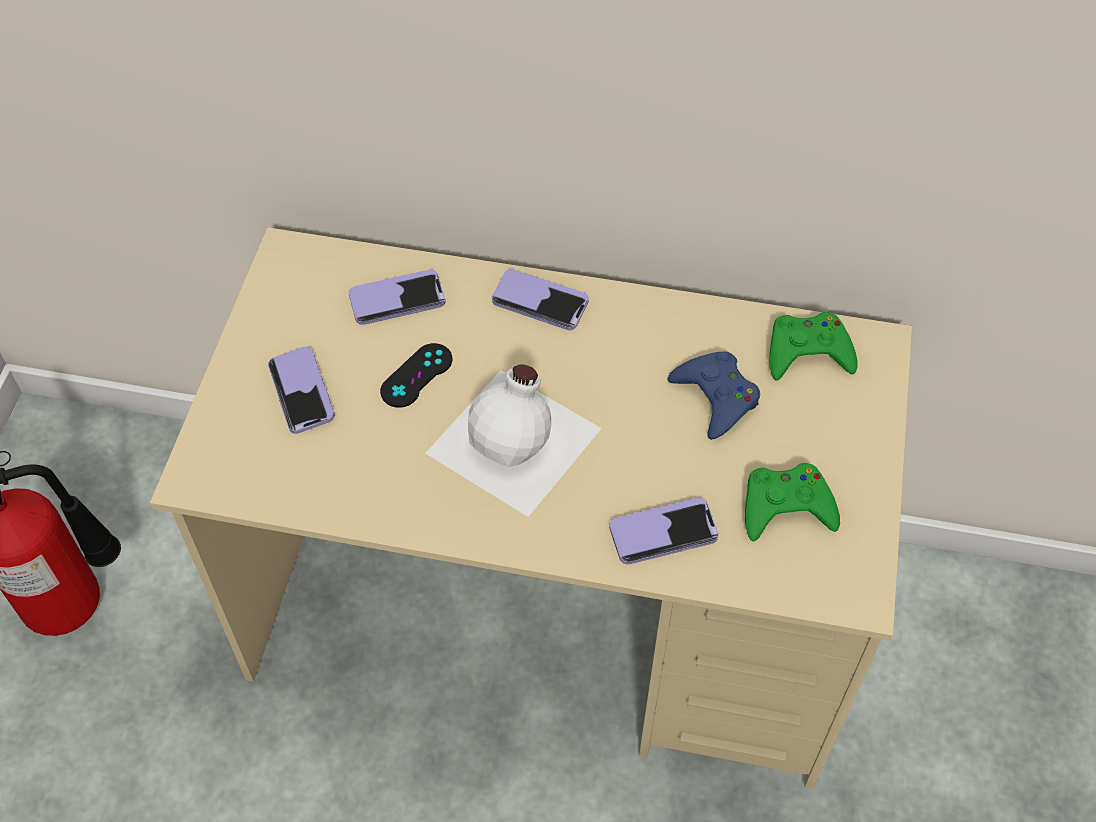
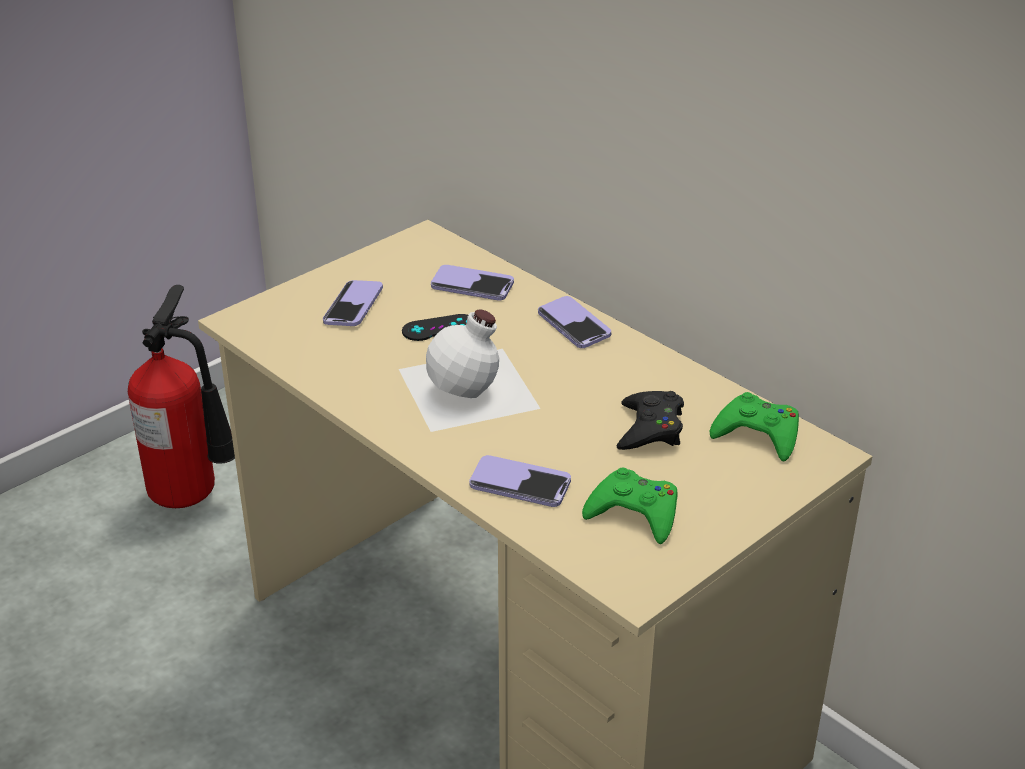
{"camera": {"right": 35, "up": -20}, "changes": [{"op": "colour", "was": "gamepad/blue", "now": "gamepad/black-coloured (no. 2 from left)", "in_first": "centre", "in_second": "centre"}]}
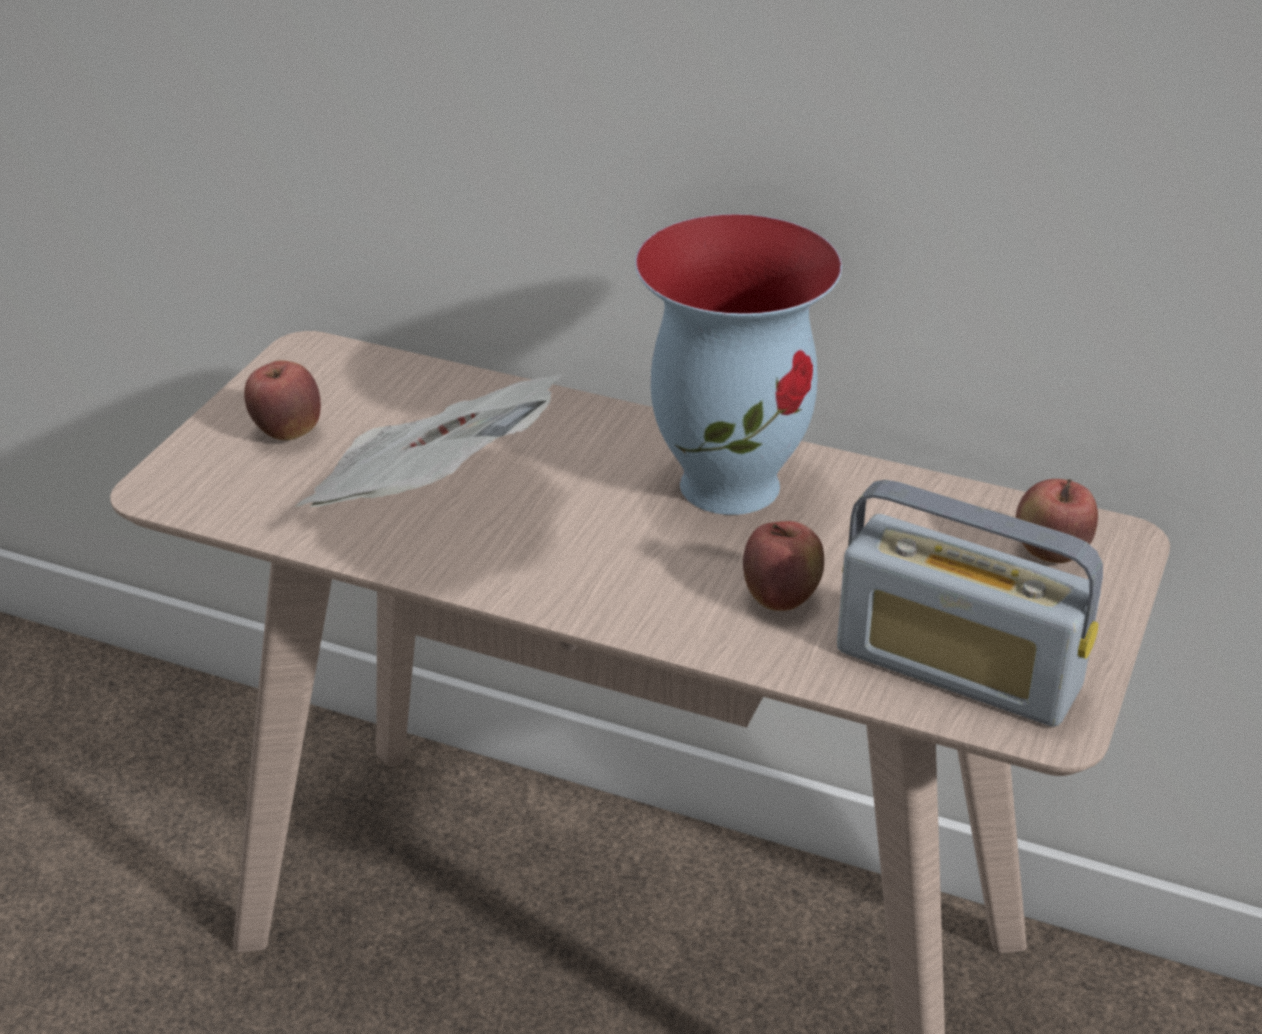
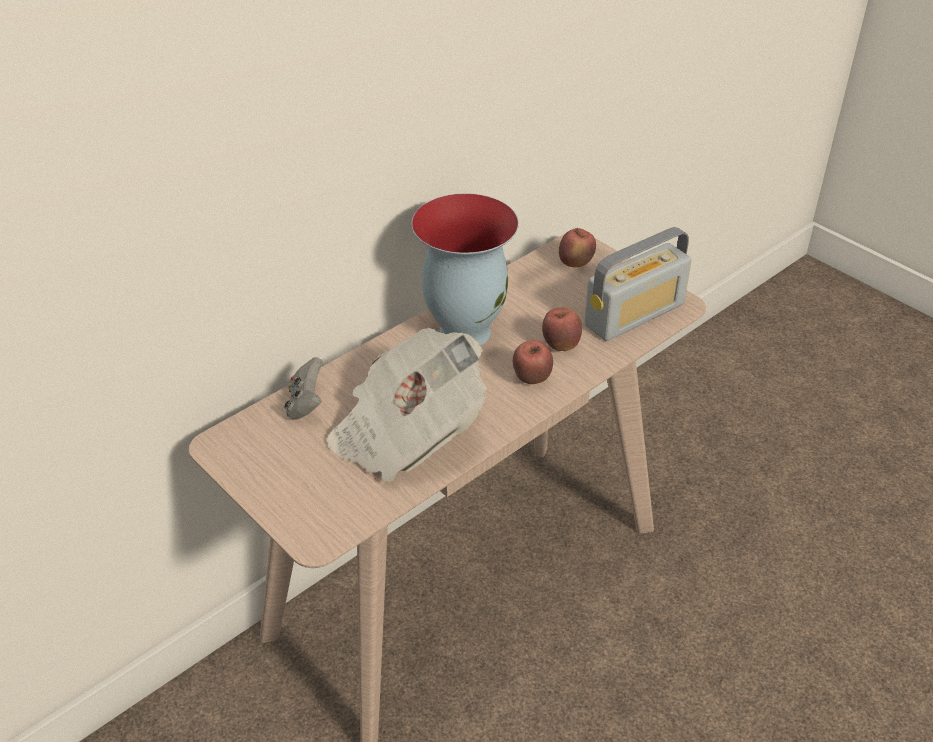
{"camera": {"right": -65, "up": 5}, "changes": [{"op": "appeared", "now": "gamepad/gray", "in_second": "middle left"}, {"op": "relocated", "was": "apple fruit (no. 1 from left)", "in_first": "middle left", "in_second": "centre"}]}
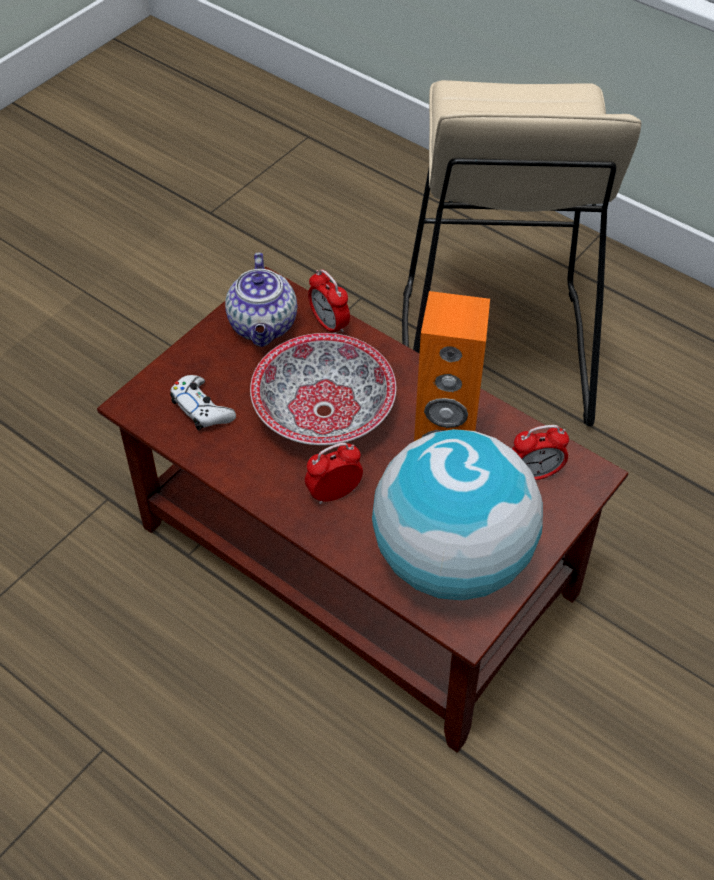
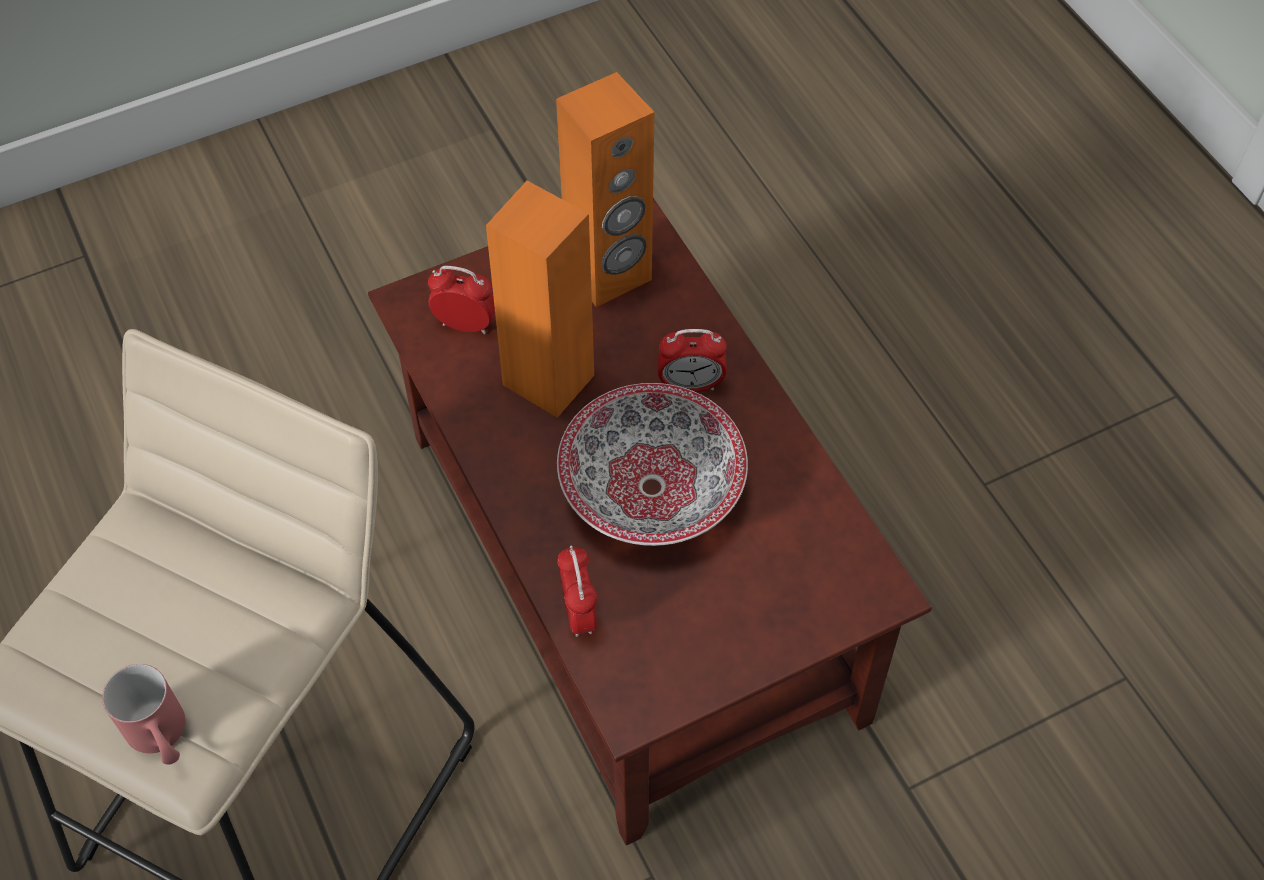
{"camera": {"right": -155, "up": 5}, "changes": [{"op": "appeared", "now": "mug/red", "in_second": "bottom left"}, {"op": "exchanged", "was": "globe", "now": "speaker/orange (no. 2 from left)", "in_first": "centre", "in_second": "top centre"}, {"op": "missing", "was": "gamepad/white-coloured", "in_first": "middle left"}, {"op": "missing", "was": "teapot", "in_first": "centre"}]}
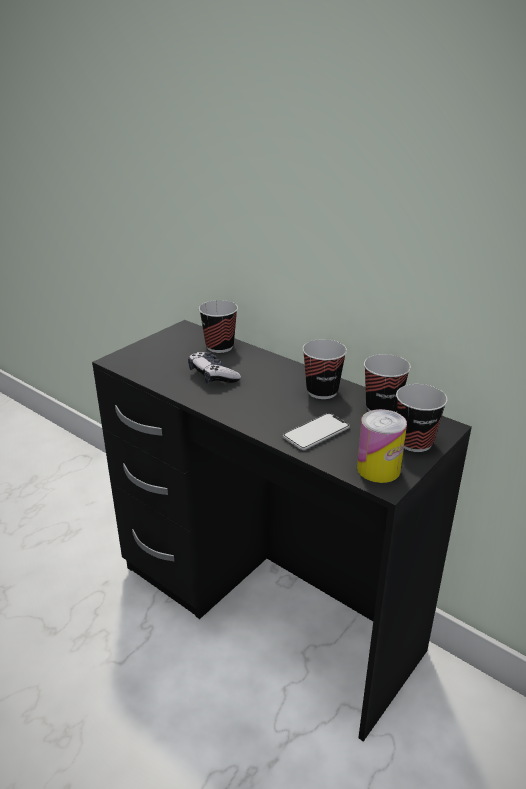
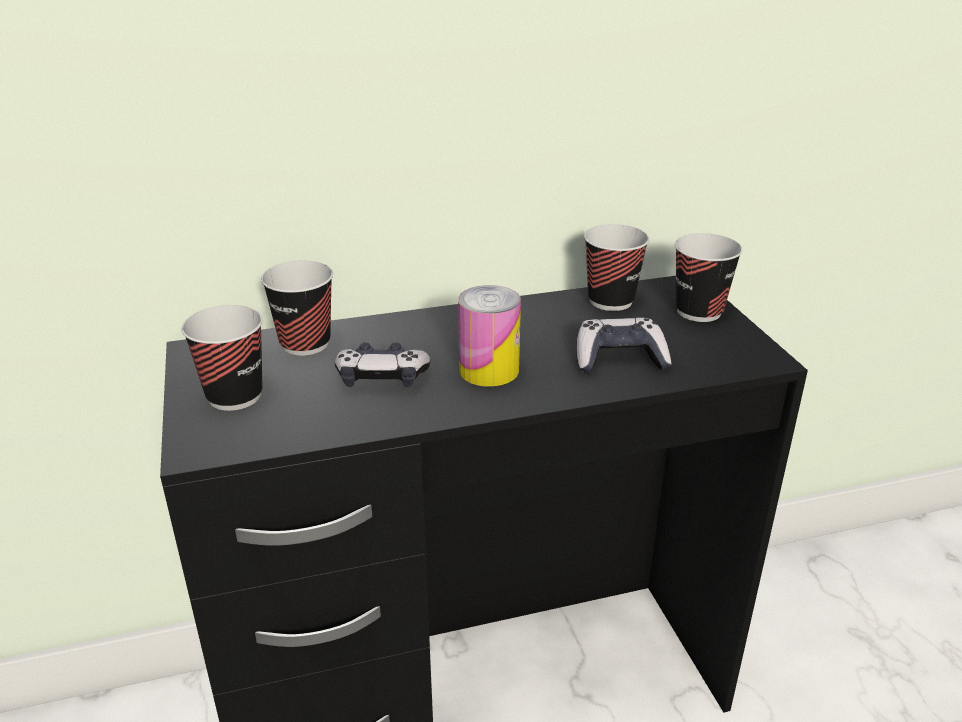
{"camera": {"right": -55, "up": 0}, "changes": [{"op": "relocated", "was": "small cup (no. 2 from left in the first image)", "now": "small cup (no. 1 from left)", "in_first": "centre", "in_second": "middle left"}, {"op": "relocated", "was": "metal can", "in_first": "middle right", "in_second": "centre"}, {"op": "exchanged", "was": "phone", "now": "gamepad (no. 2 from left)", "in_first": "centre", "in_second": "centre"}]}
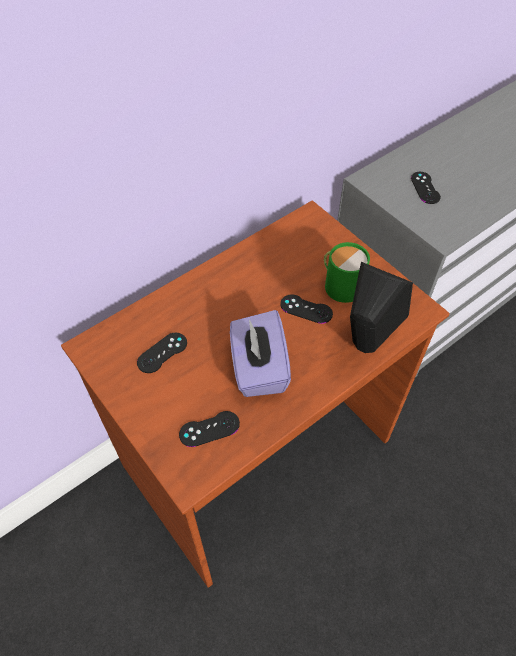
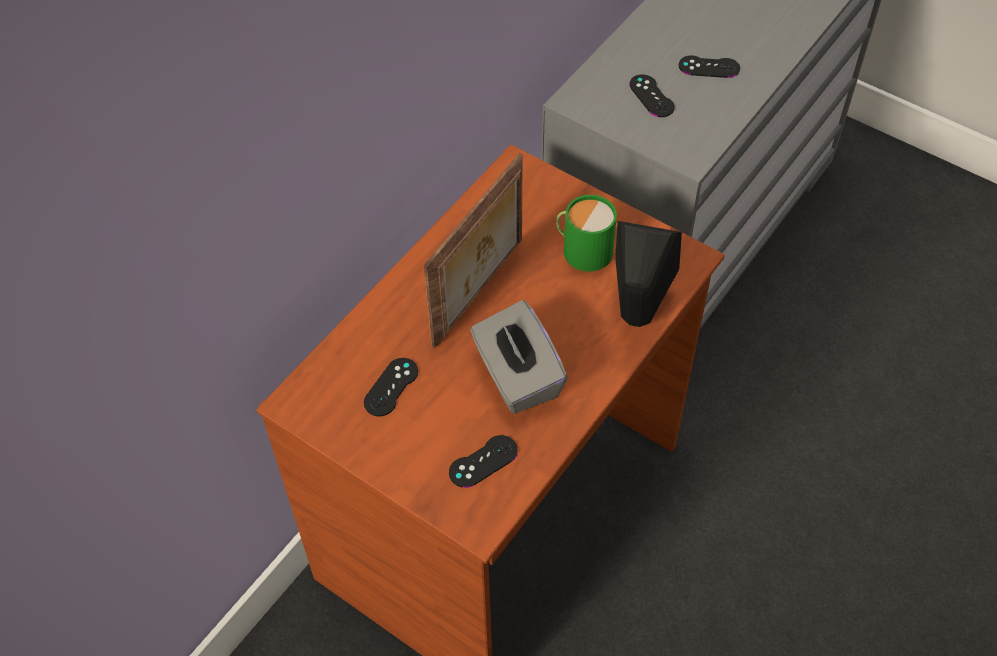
{"camera": {"right": -15, "up": 0}, "changes": [{"op": "appeared", "now": "standing frame", "in_second": "centre"}, {"op": "colour", "was": "box of tissues/purple", "now": "box of tissues/gray", "in_first": "centre", "in_second": "centre"}, {"op": "relocated", "was": "gamepad/black-coloured (no. 3 from left in the first image)", "now": "gamepad/black-coloured (no. 4 from left)", "in_first": "centre", "in_second": "top right"}]}
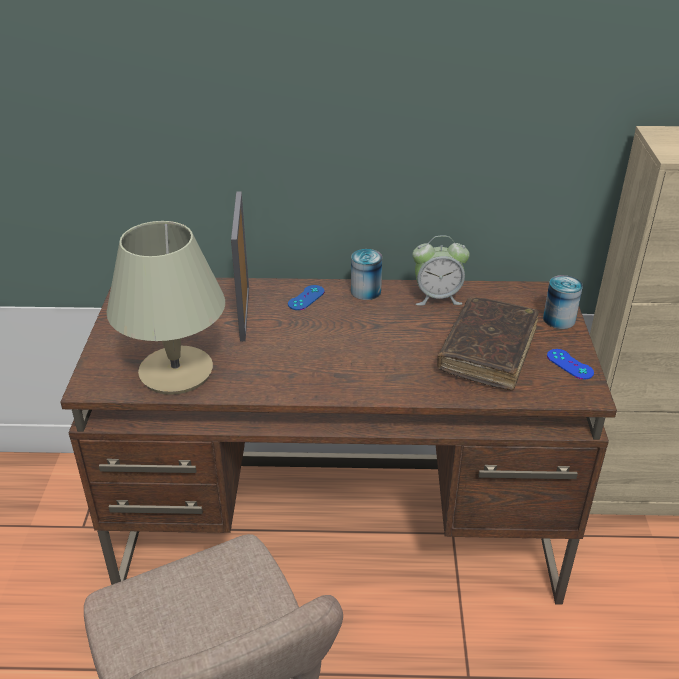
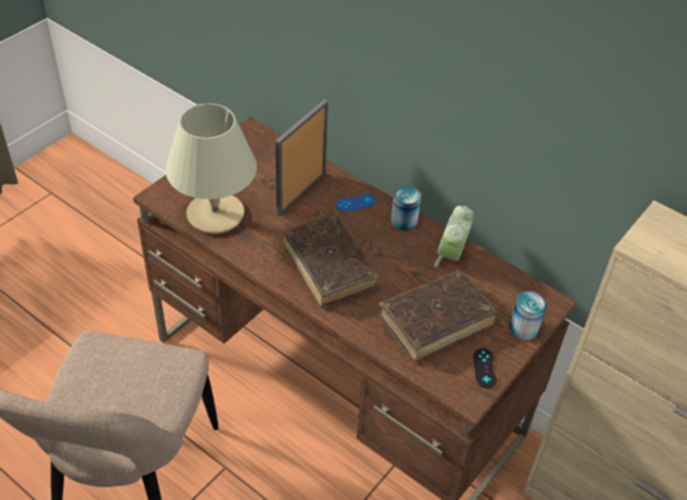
{"camera": {"right": 35, "up": 10}, "changes": [{"op": "appeared", "now": "volume/brown (no. 1 from left)", "in_second": "centre"}, {"op": "spun", "was": "bedside clock", "in_first": "centre", "in_second": "centre", "clockwise": 75}, {"op": "colour", "was": "gamepad/blue (no. 2 from left)", "now": "gamepad/black-coloured", "in_first": "middle right", "in_second": "bottom right"}]}
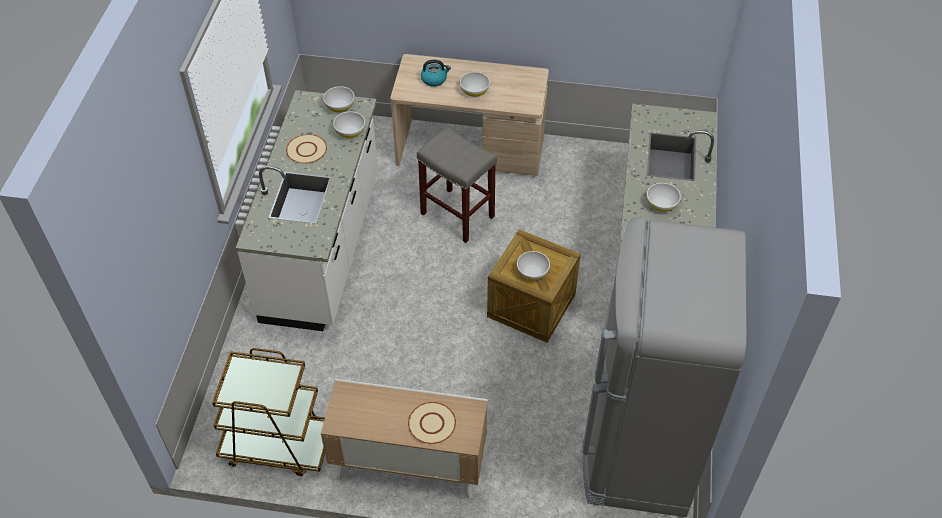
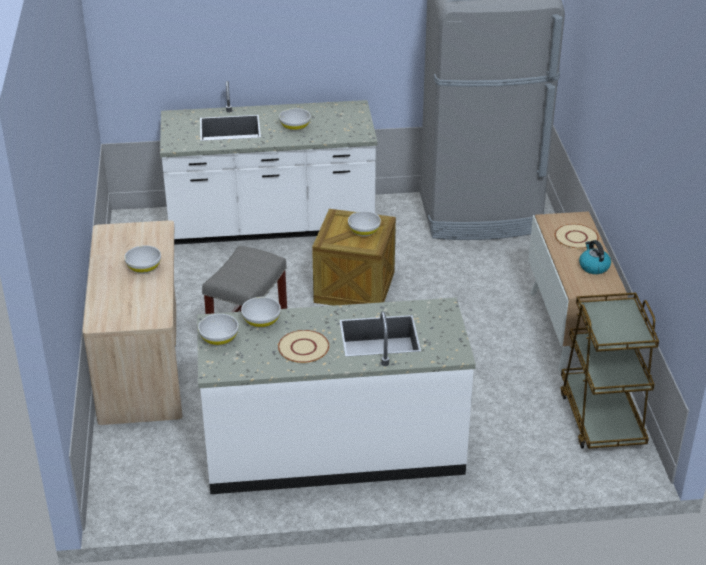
{"camera": {"right": -105, "up": -15}, "changes": [{"op": "relocated", "was": "kettle", "in_first": "top centre", "in_second": "middle right"}]}
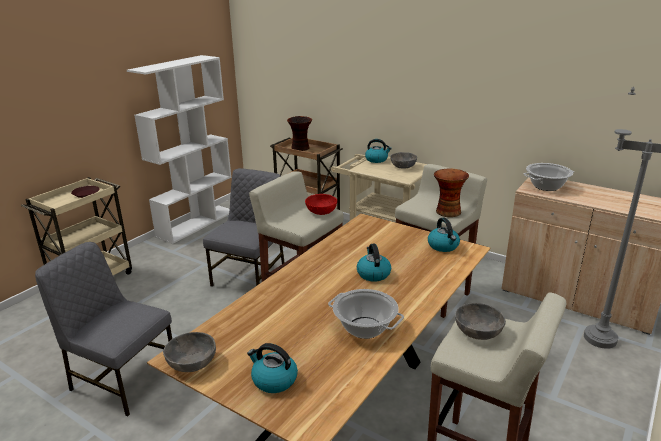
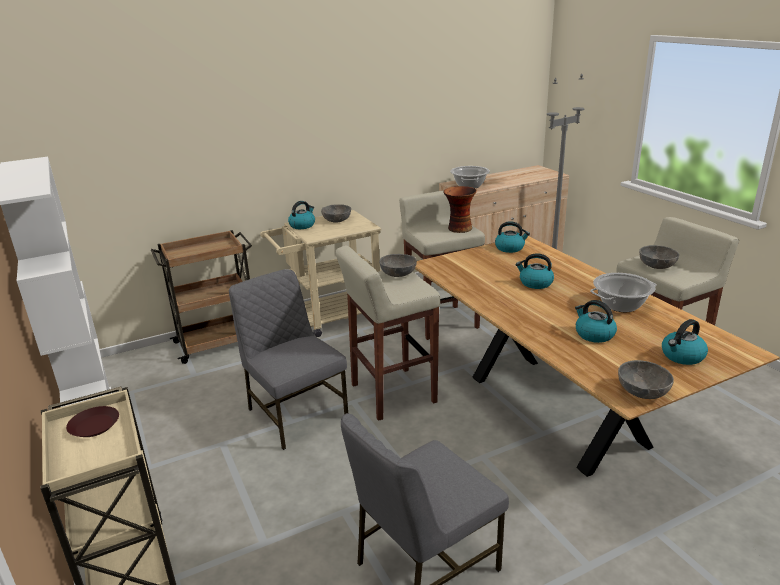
{"camera": {"right": -60, "up": 0}, "changes": [{"op": "colour", "was": "deep dish/red", "now": "deep dish/gray (no. 2 from left)", "in_first": "centre", "in_second": "centre"}, {"op": "appeared", "now": "kettle (no. 4 from left)", "in_second": "middle right"}, {"op": "missing", "was": "decorative vase (no. 1 from left)", "in_first": "top centre"}]}
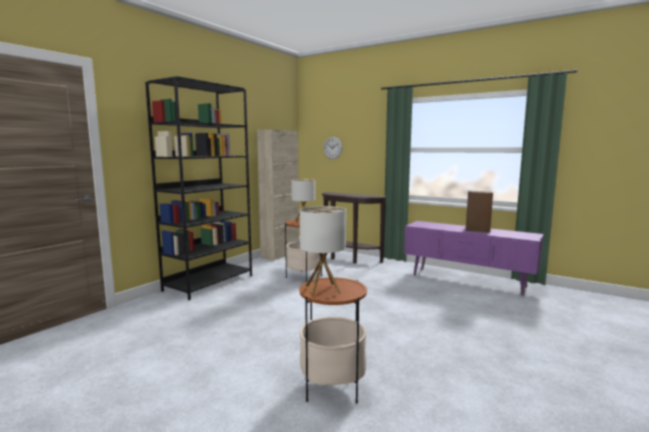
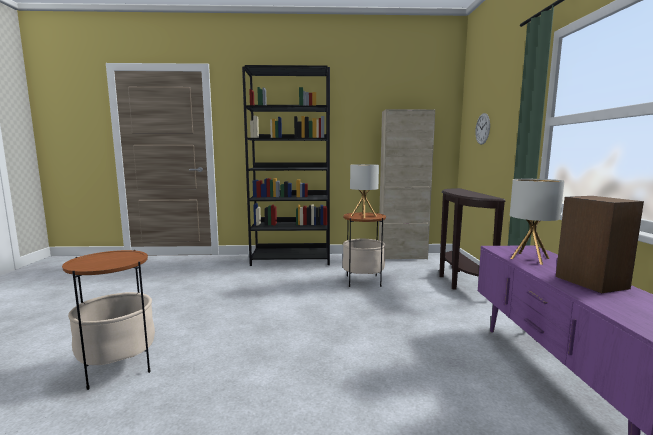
{"camera": {"right": 55, "up": 0}, "changes": [{"op": "relocated", "was": "tabletop lamp (no. 2 from left)", "in_first": "centre", "in_second": "middle right"}]}
